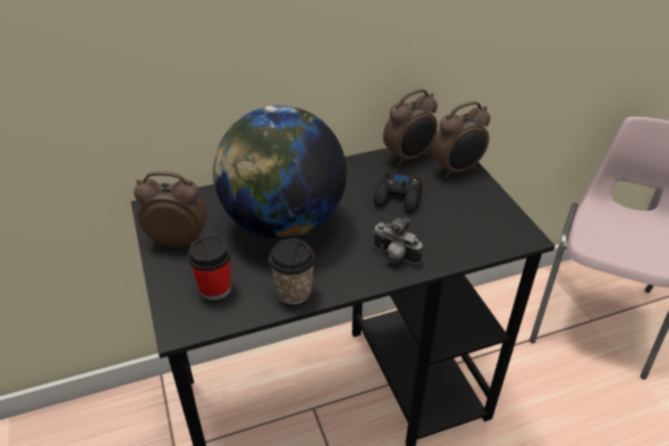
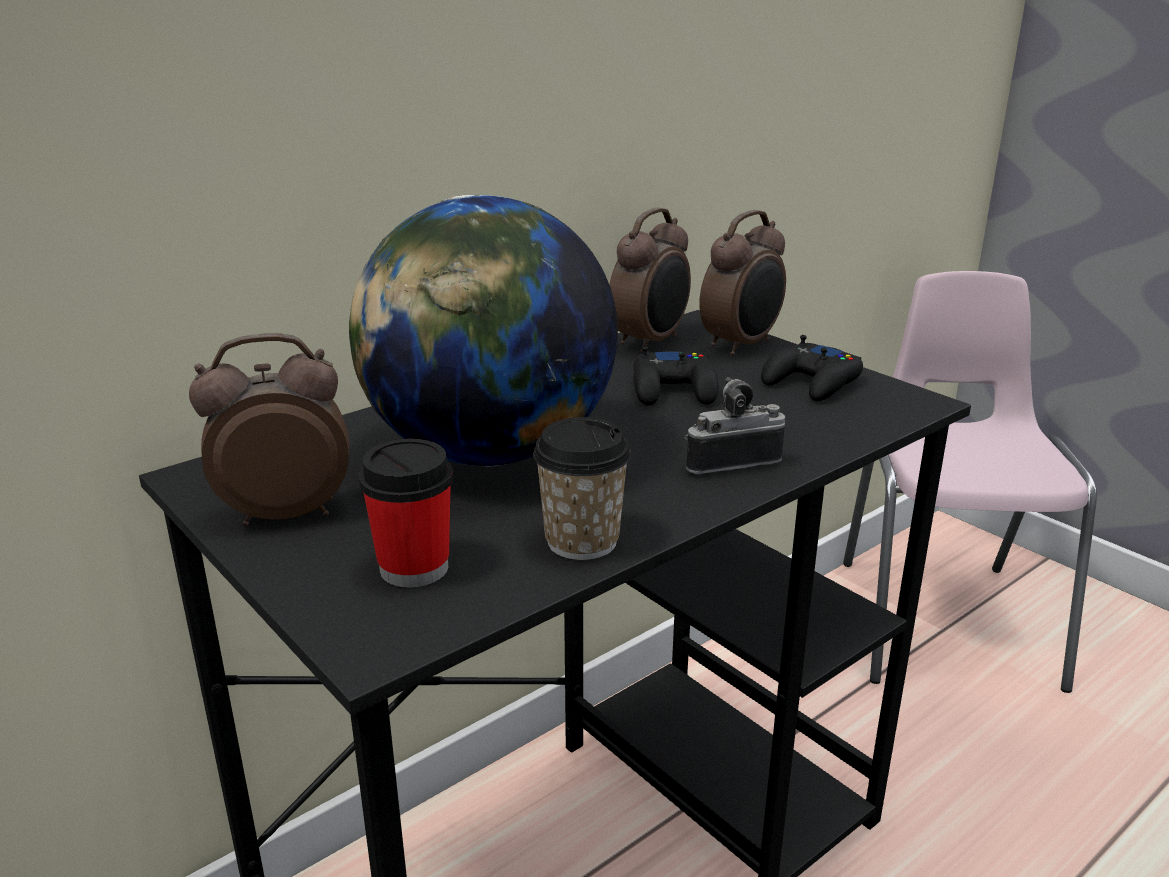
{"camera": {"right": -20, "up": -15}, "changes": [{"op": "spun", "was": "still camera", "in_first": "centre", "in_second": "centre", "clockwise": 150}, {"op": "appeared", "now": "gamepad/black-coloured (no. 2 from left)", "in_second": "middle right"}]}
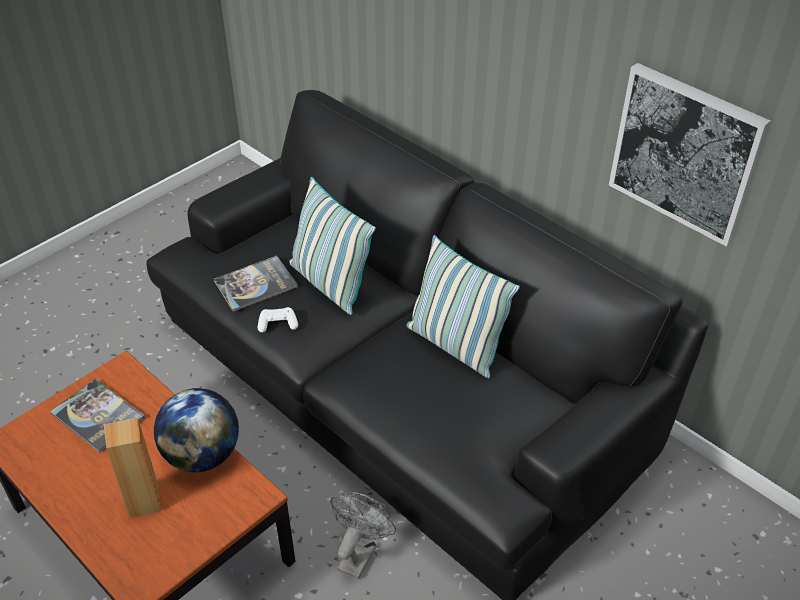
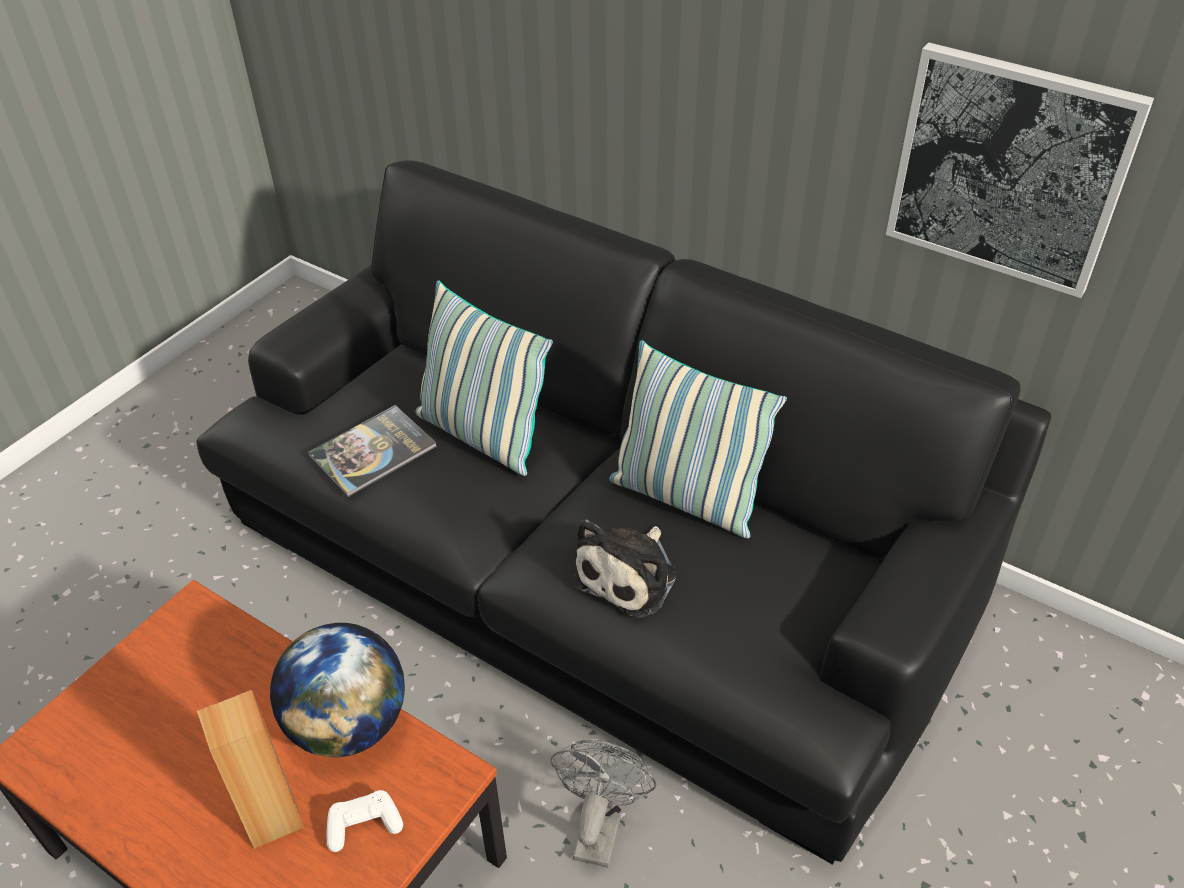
{"camera": {"right": -10, "up": 0}, "changes": [{"op": "relocated", "was": "gamepad/white-coloured", "in_first": "centre", "in_second": "bottom left"}, {"op": "appeared", "now": "cuddly toy", "in_second": "centre"}, {"op": "missing", "was": "volume (no. 1 from left)", "in_first": "bottom left"}]}
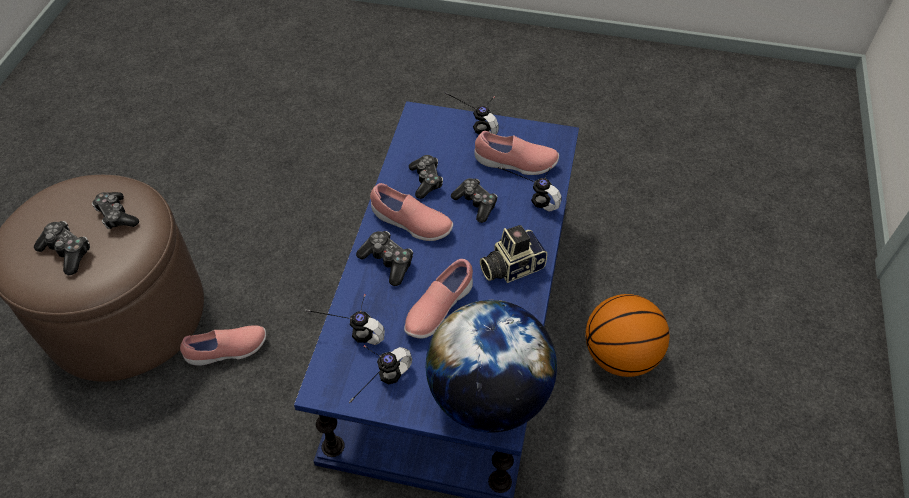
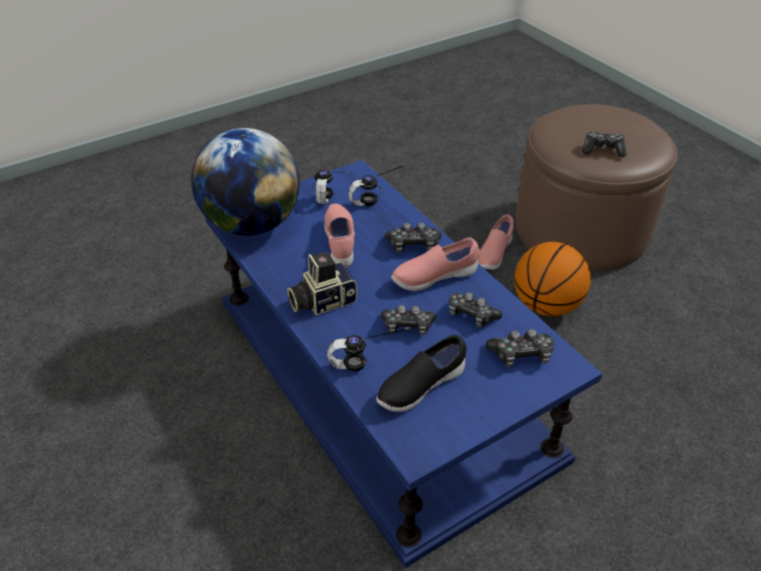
{"camera": {"right": 135, "up": -10}, "changes": [{"op": "spun", "was": "still camera", "in_first": "centre", "in_second": "centre", "clockwise": -135}, {"op": "colour", "was": "shoe/pinkish (no. 4 from left)", "now": "shoe/black-coloured", "in_first": "top centre", "in_second": "centre"}, {"op": "relocated", "was": "gamepad (no. 1 from left in the first image)", "now": "gamepad (no. 4 from left)", "in_first": "middle left", "in_second": "middle right"}, {"op": "relocated", "was": "ball for basketball", "in_first": "bottom right", "in_second": "middle right"}, {"op": "missing", "was": "pair of headphones (no. 3 from left)", "in_first": "top centre"}]}
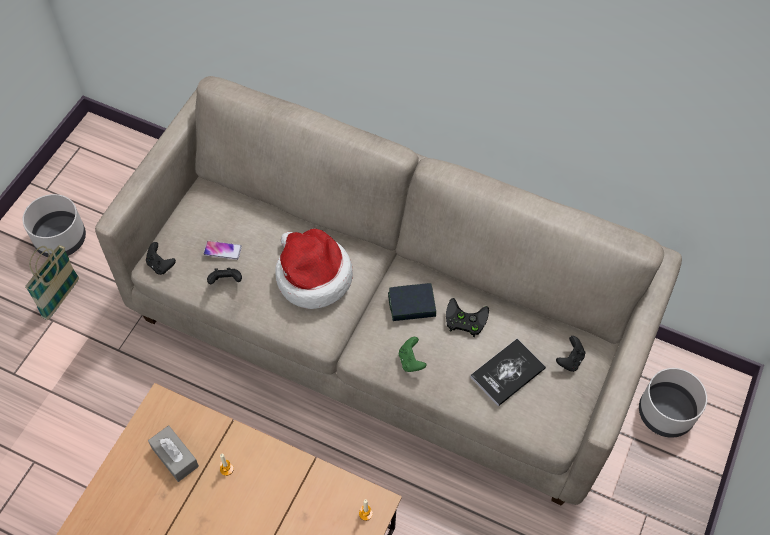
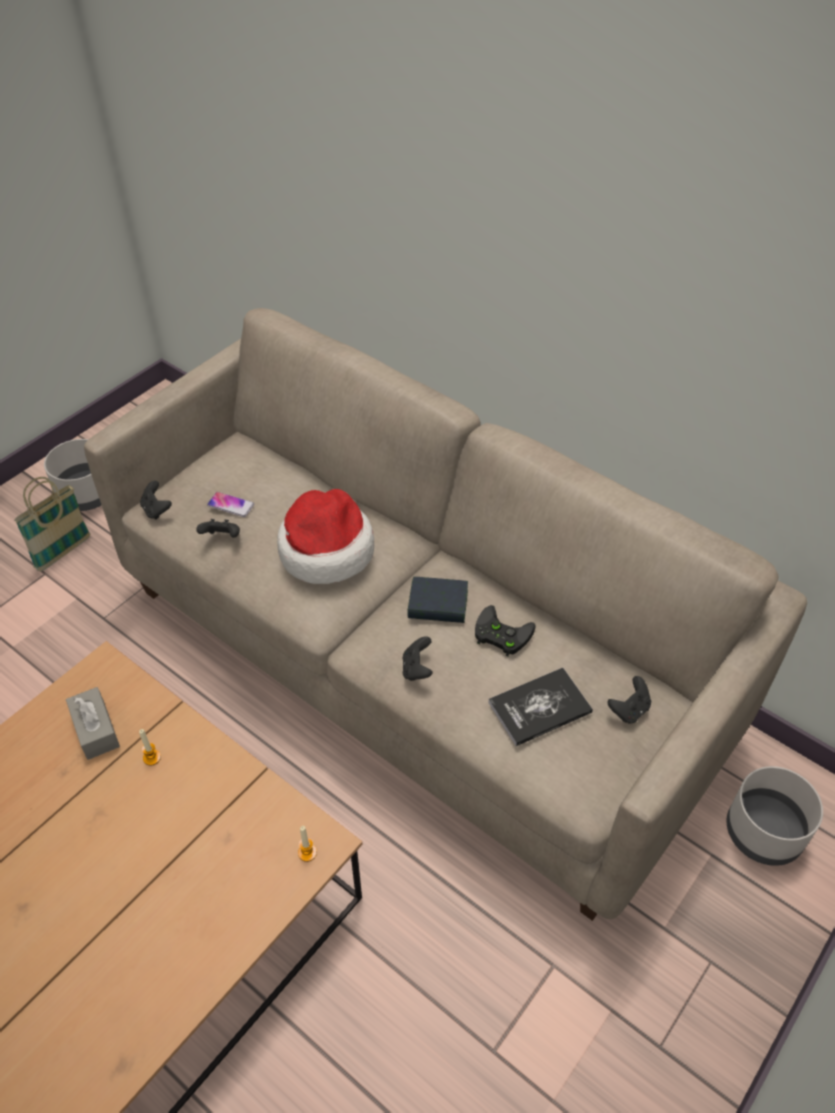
{"camera": {"right": 15, "up": -10}, "changes": [{"op": "colour", "was": "gamepad/green", "now": "gamepad/black-coloured (no. 3 from left)", "in_first": "centre", "in_second": "centre"}]}
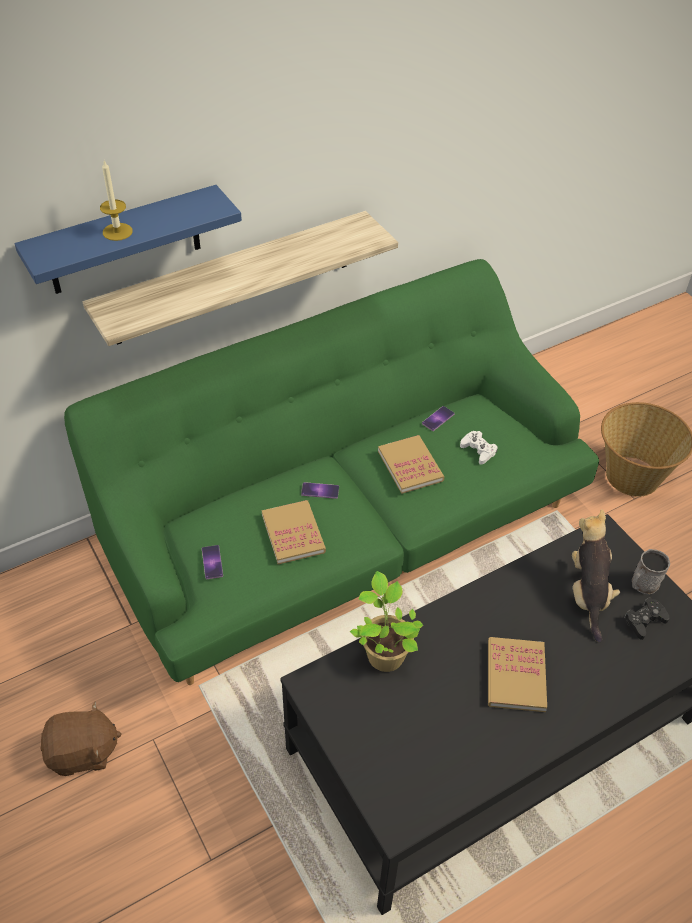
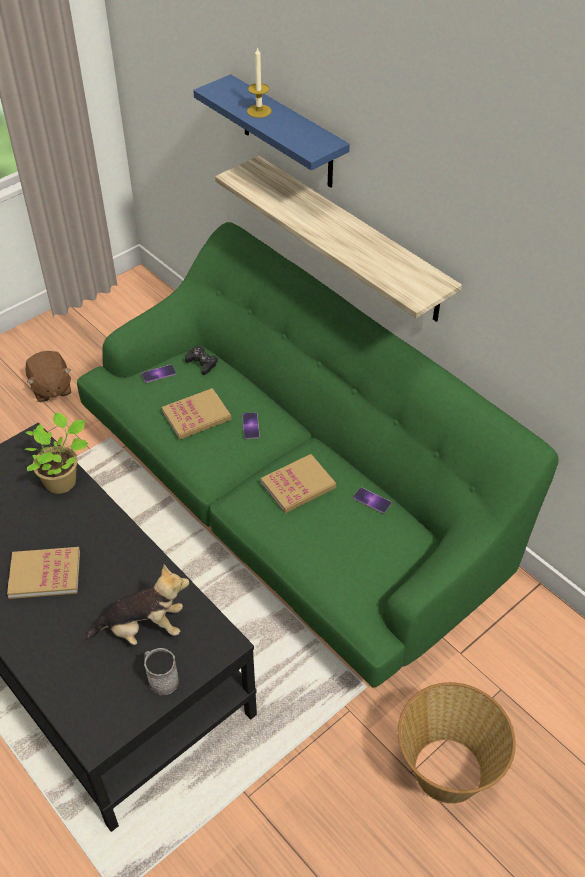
{"camera": {"right": 80, "up": 0}, "changes": [{"op": "relocated", "was": "gamepad/black-coloured", "in_first": "bottom right", "in_second": "centre"}, {"op": "missing", "was": "gamepad/white-coloured", "in_first": "middle right"}]}
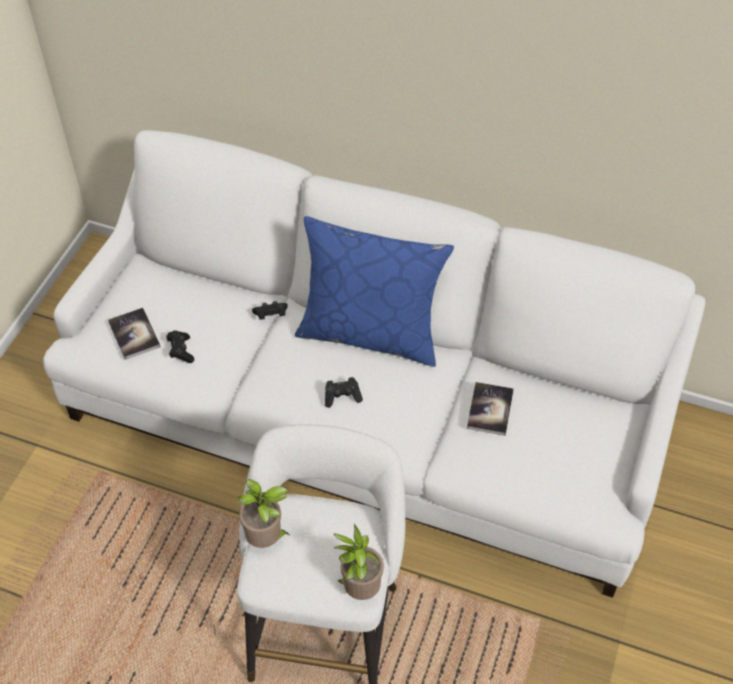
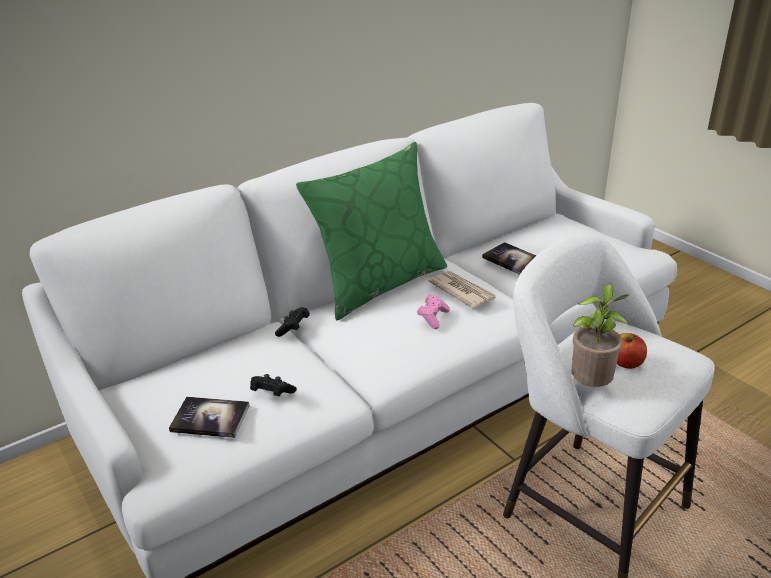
{"camera": {"right": -55, "up": -20}, "changes": [{"op": "colour", "was": "pillow/blue", "now": "pillow/green", "in_first": "centre", "in_second": "centre"}, {"op": "colour", "was": "gamepad/black-coloured (no. 3 from left)", "now": "gamepad/pinkish", "in_first": "centre", "in_second": "centre"}, {"op": "appeared", "now": "daily paper", "in_second": "centre"}, {"op": "appeared", "now": "apple fruit", "in_second": "middle right"}, {"op": "missing", "was": "potted plant (no. 2 from left)", "in_first": "bottom centre"}]}
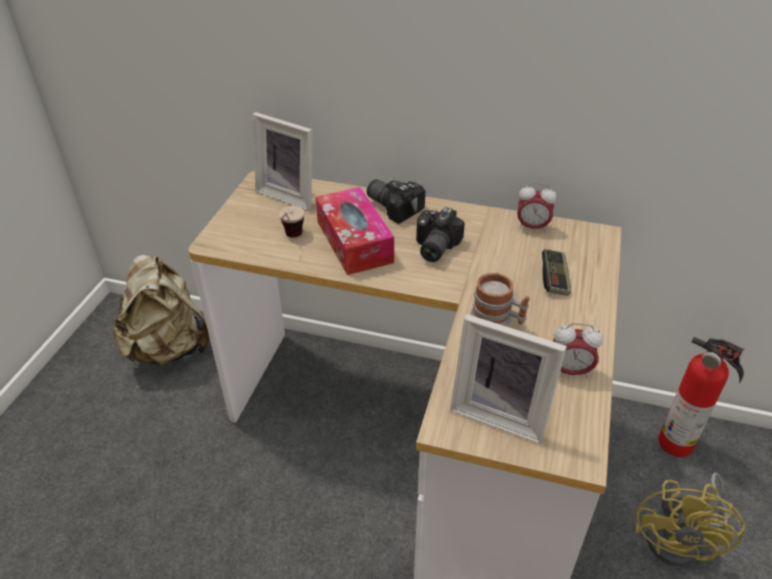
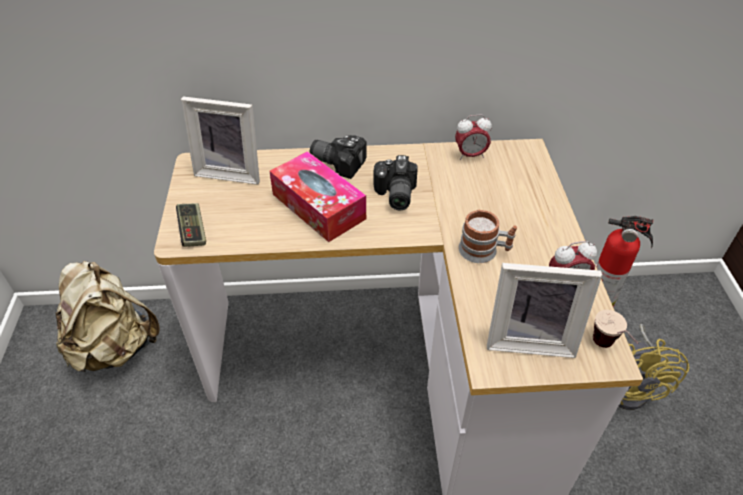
{"camera": {"right": -20, "up": 5}, "changes": [{"op": "relocated", "was": "gamepad", "in_first": "middle right", "in_second": "middle left"}, {"op": "relocated", "was": "small cup", "in_first": "centre", "in_second": "middle right"}]}
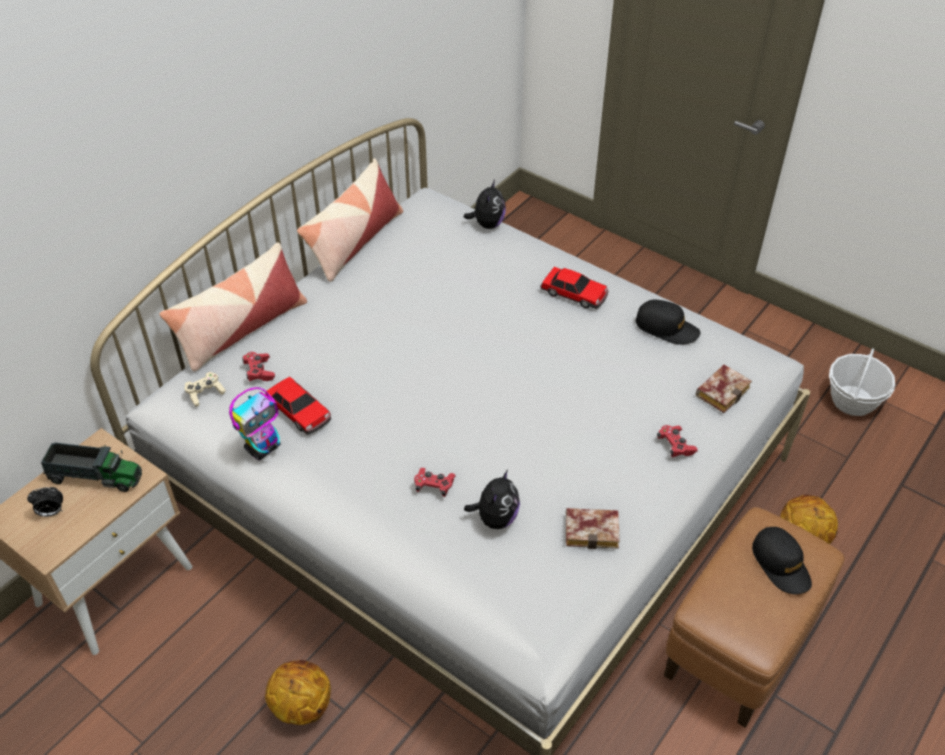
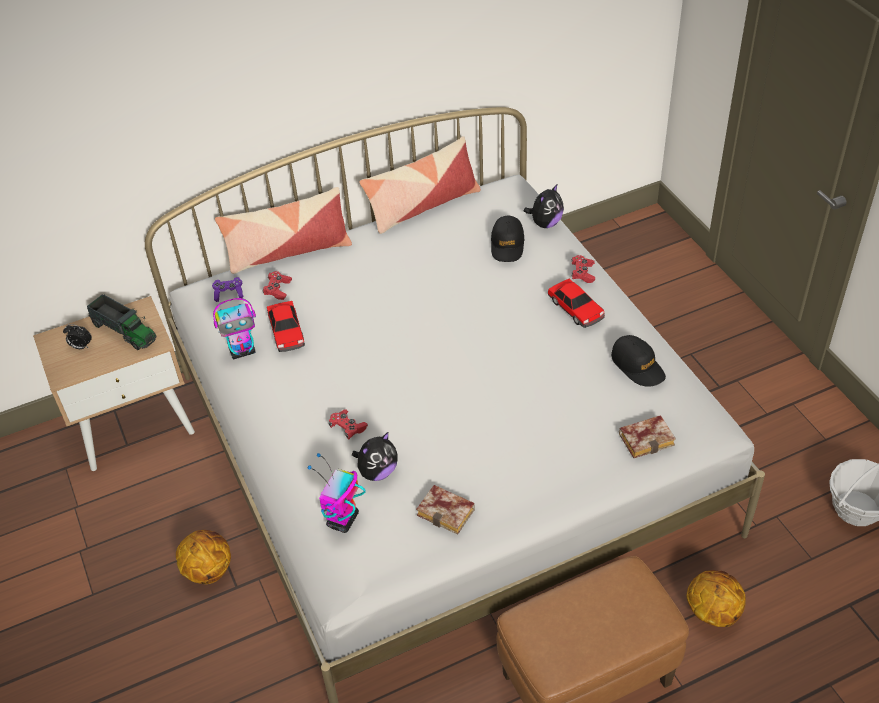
{"camera": {"right": 30, "up": 0}, "changes": [{"op": "colour", "was": "gamepad/beige-coloured", "now": "gamepad/purple", "in_first": "middle left", "in_second": "middle left"}, {"op": "appeared", "now": "model robot (no. 2 from left)", "in_second": "bottom centre"}, {"op": "relocated", "was": "cap/black-coloured (no. 2 from left in the first image)", "now": "cap/black-coloured (no. 1 from left)", "in_first": "bottom right", "in_second": "centre"}, {"op": "relocated", "was": "gamepad/red (no. 3 from left)", "in_first": "middle right", "in_second": "centre"}]}
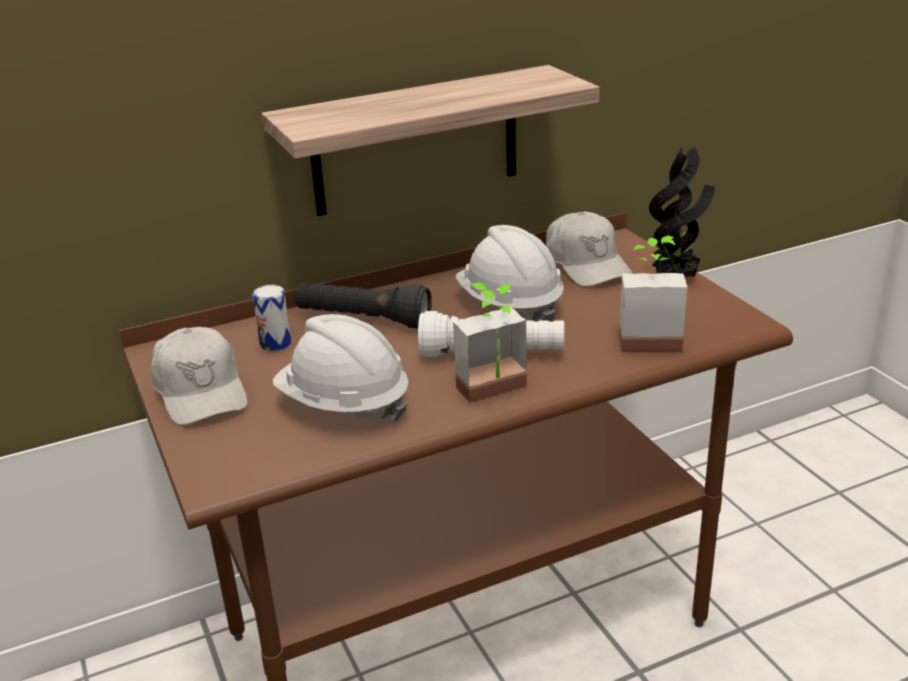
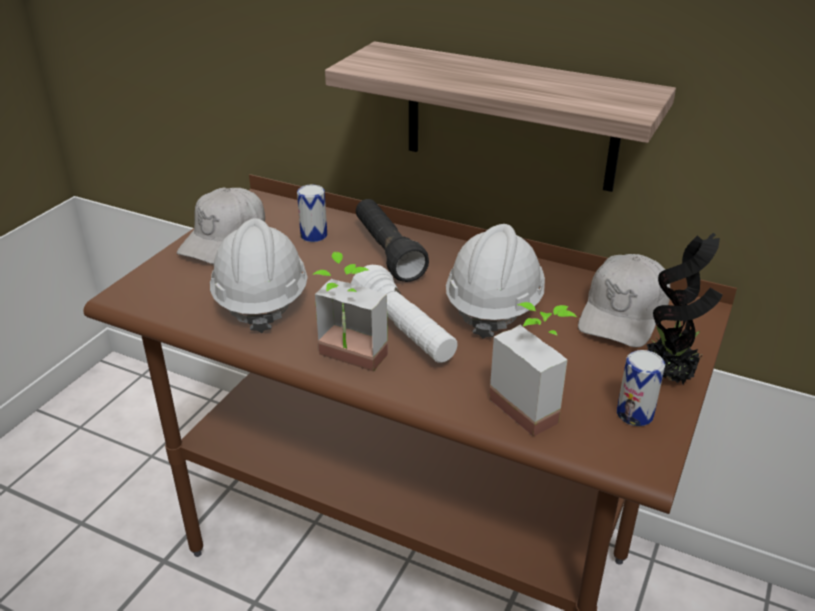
{"camera": {"right": 50, "up": 5}, "changes": [{"op": "appeared", "now": "metal can (no. 2 from left)", "in_second": "middle right"}]}
